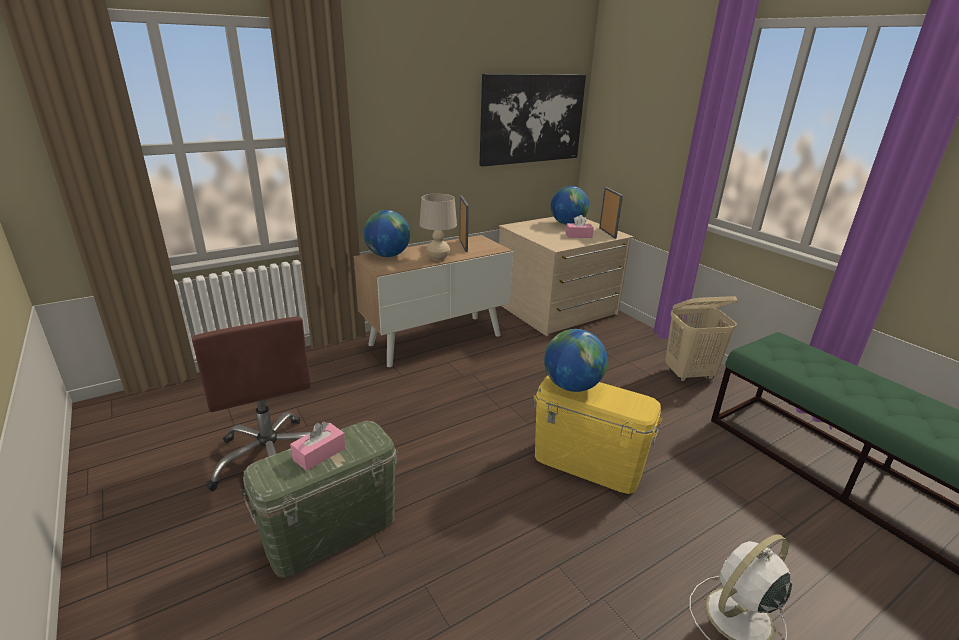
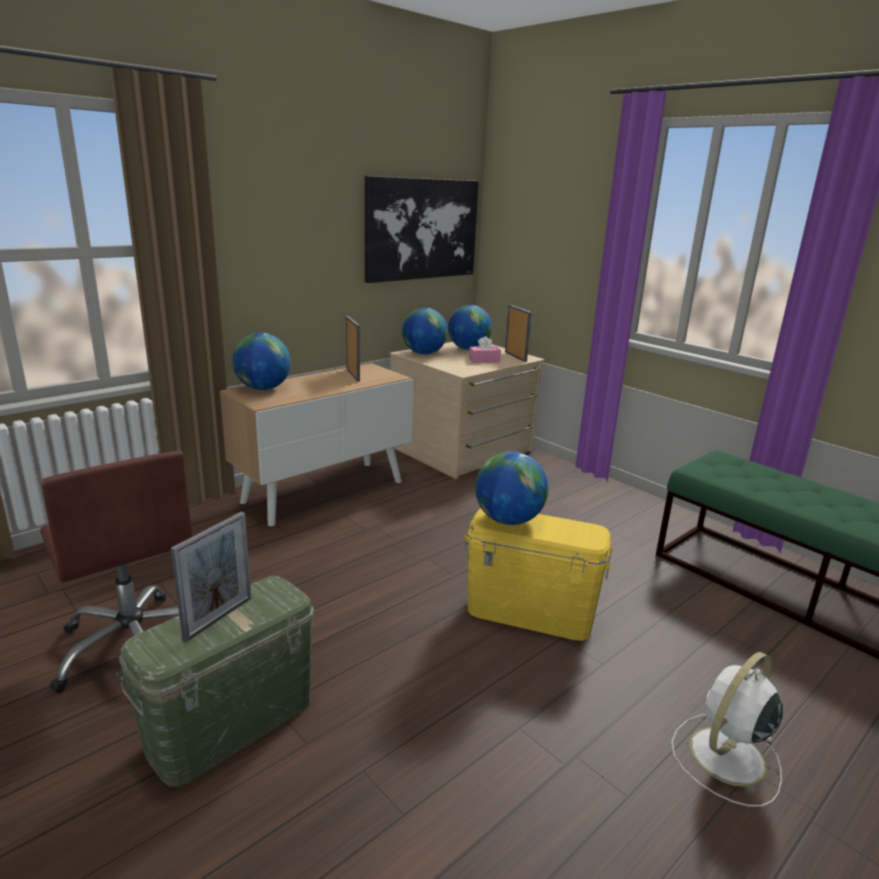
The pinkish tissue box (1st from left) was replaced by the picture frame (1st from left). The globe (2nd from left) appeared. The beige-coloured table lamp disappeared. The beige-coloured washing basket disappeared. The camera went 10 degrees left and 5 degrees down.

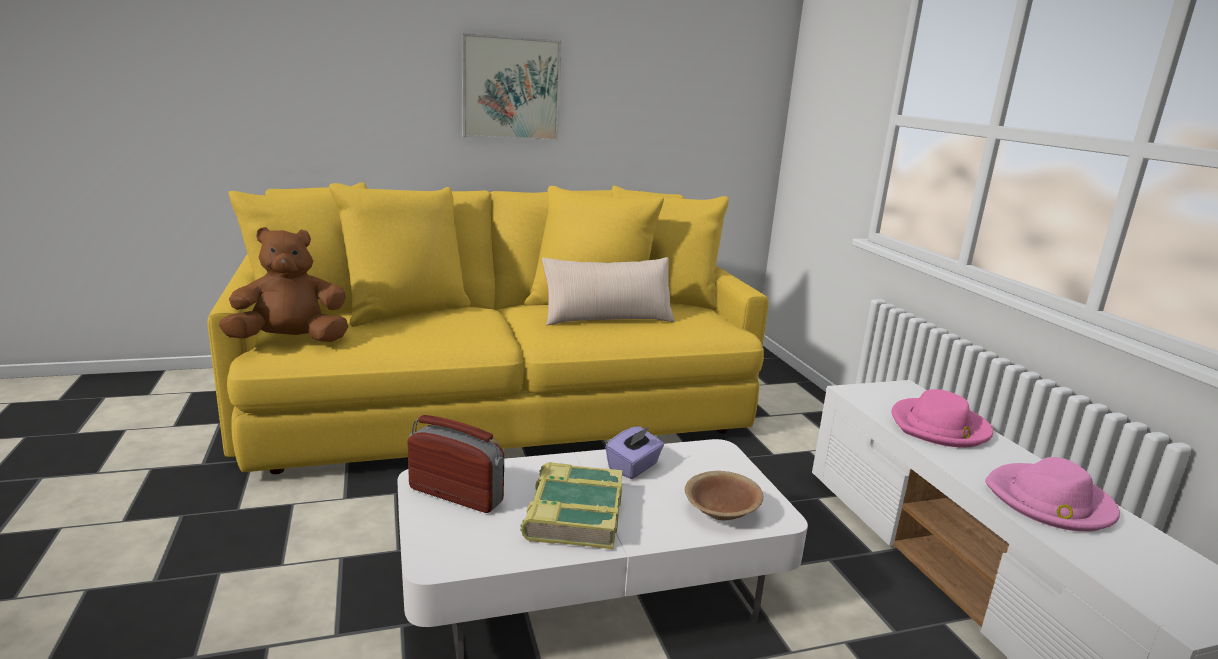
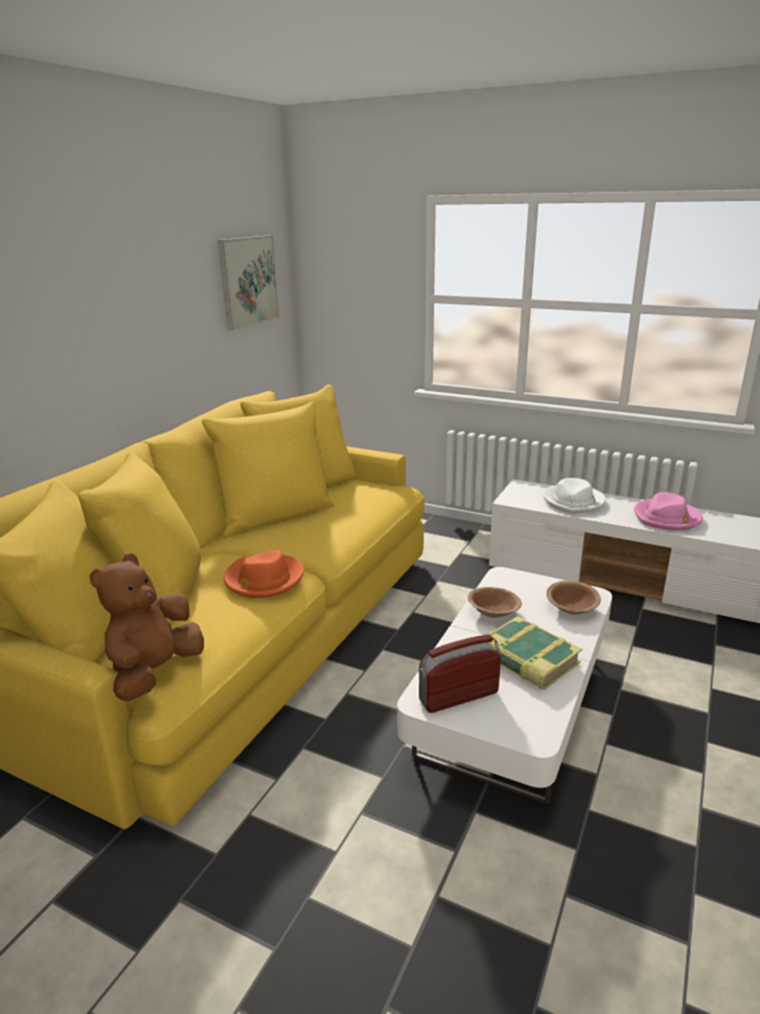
The wall art moved. The orange hat appeared. The purple tissue box was replaced by the brown serving bowl (1st from left). The pinkish hat (1st from left) became the whitish hat. The beige-coloured throw pillow disappeared. The camera went 45 degrees left and 5 degrees up.

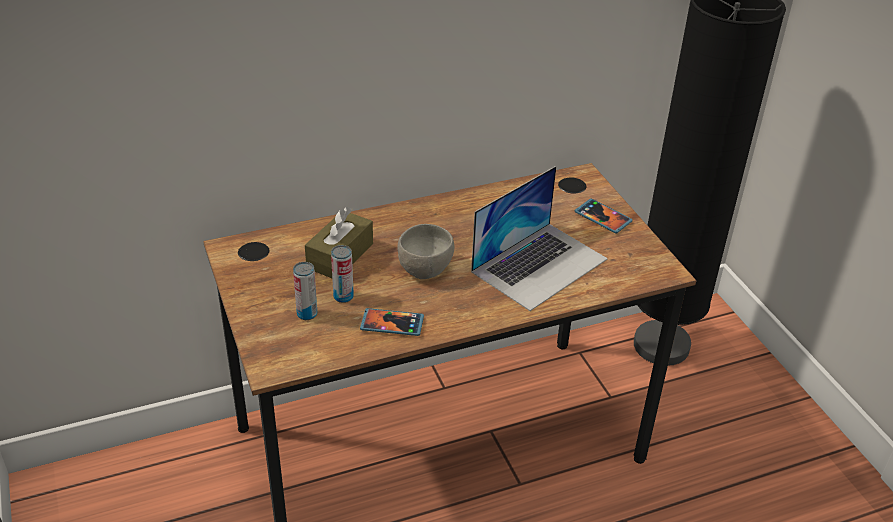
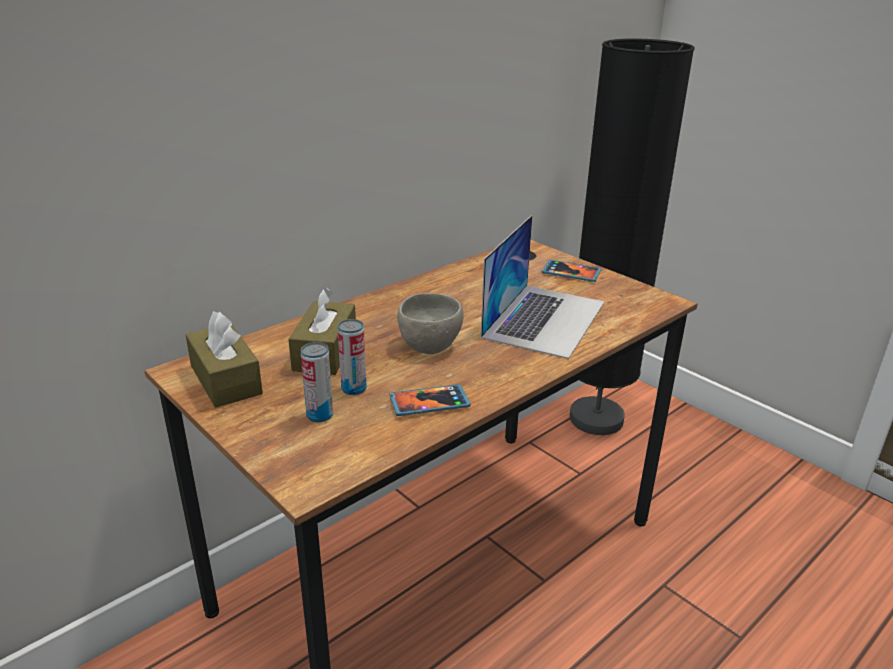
The brown tissue box (1st from left) appeared. The camera went 20 degrees left and 10 degrees down.

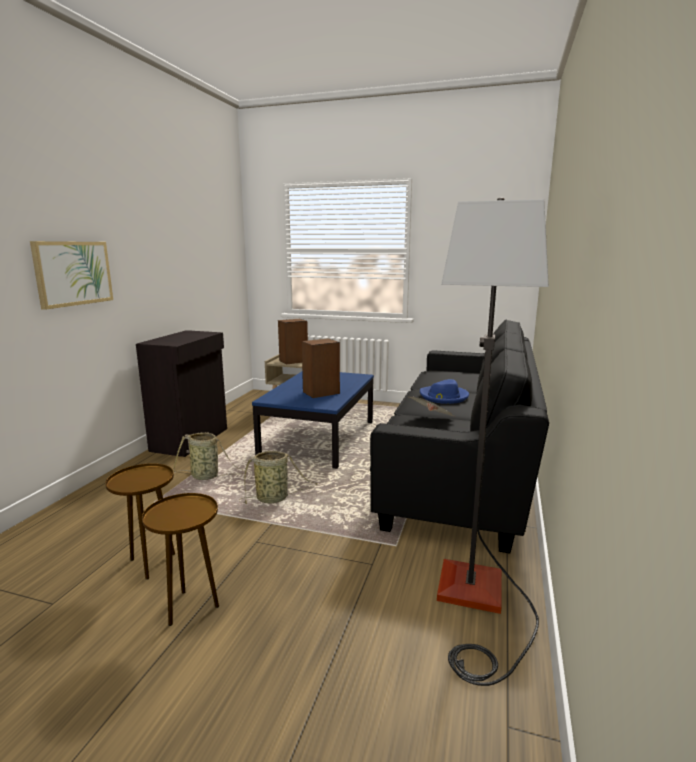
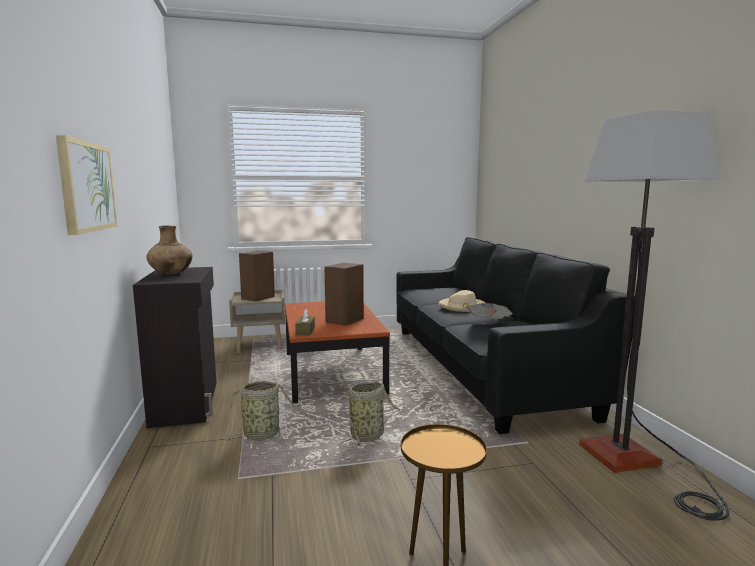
The brown flower vase appeared. The blue-coloured low table became the brown low table. The brown tissue box appeared. The blue-coloured hat became the beige-coloured hat. The brown end table (1st from left) disappeared. The camera went 30 degrees left and 5 degrees down.

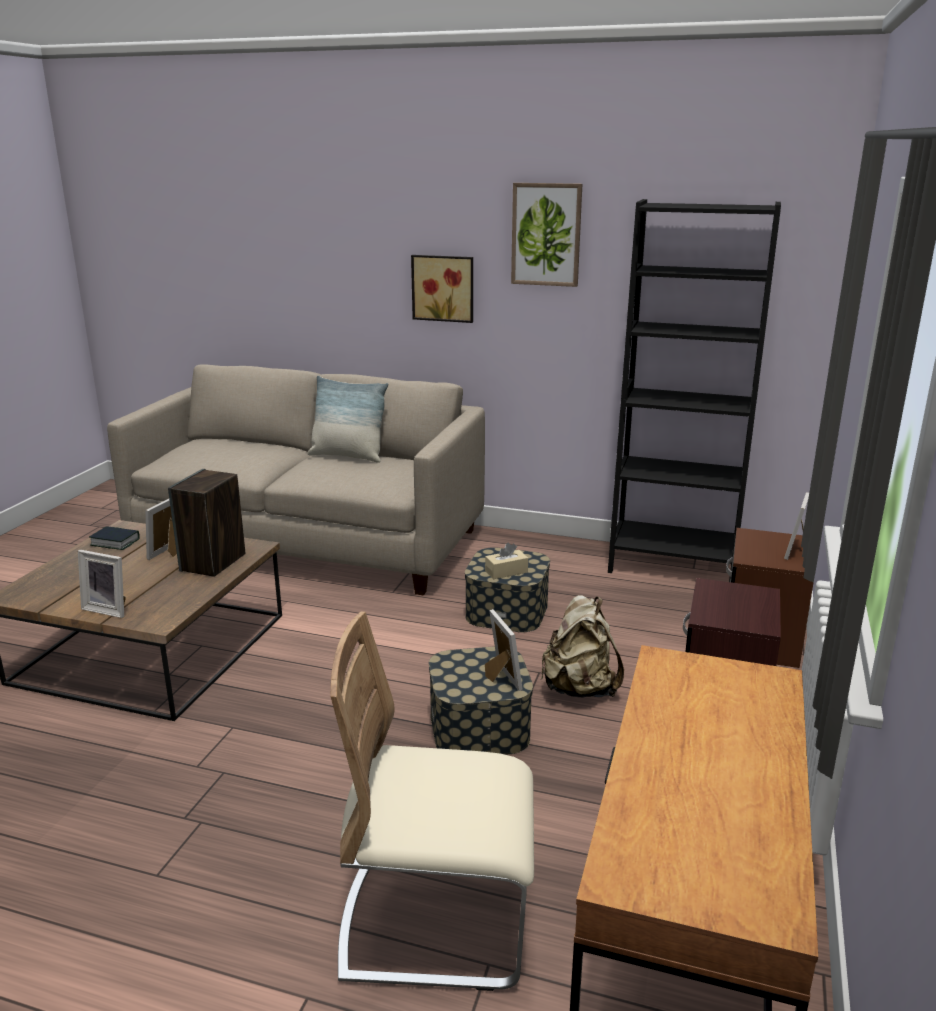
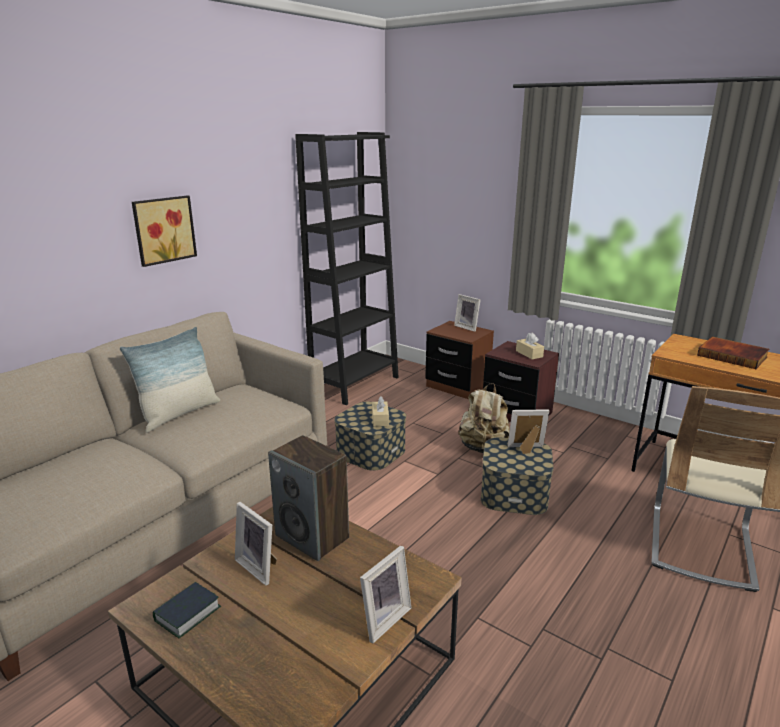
The beige-coloured tissue box (2nd from left) appeared. The bound book (2nd from left) appeared. The wall art (2nd from left) disappeared. The camera went 70 degrees left and 0 degrees up.

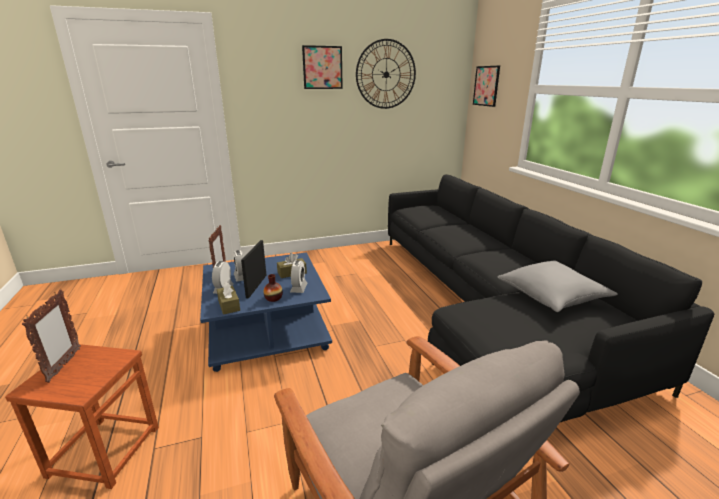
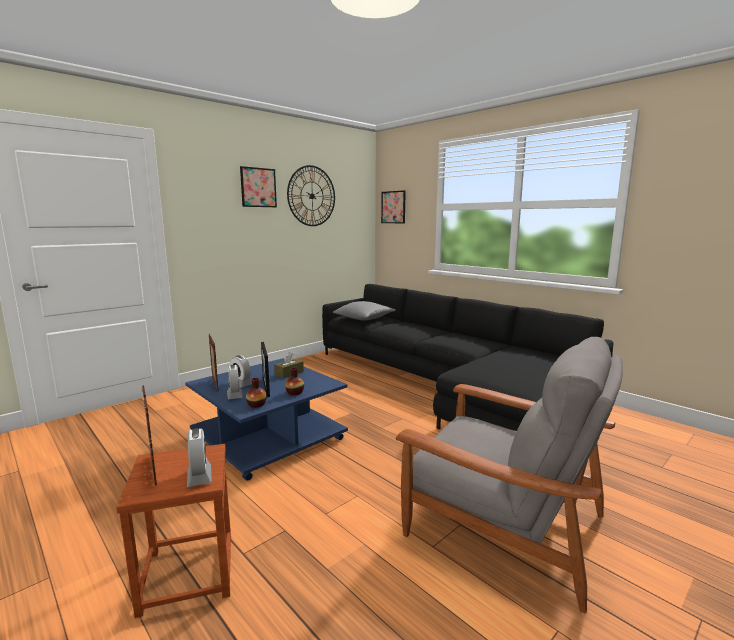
The alarm clock (3rd from left in the first image) moved. The brown tissue box (1st from left) was replaced by the flower vase (1st from left). The grey throw pillow moved. The camera went 25 degrees left and 10 degrees down.

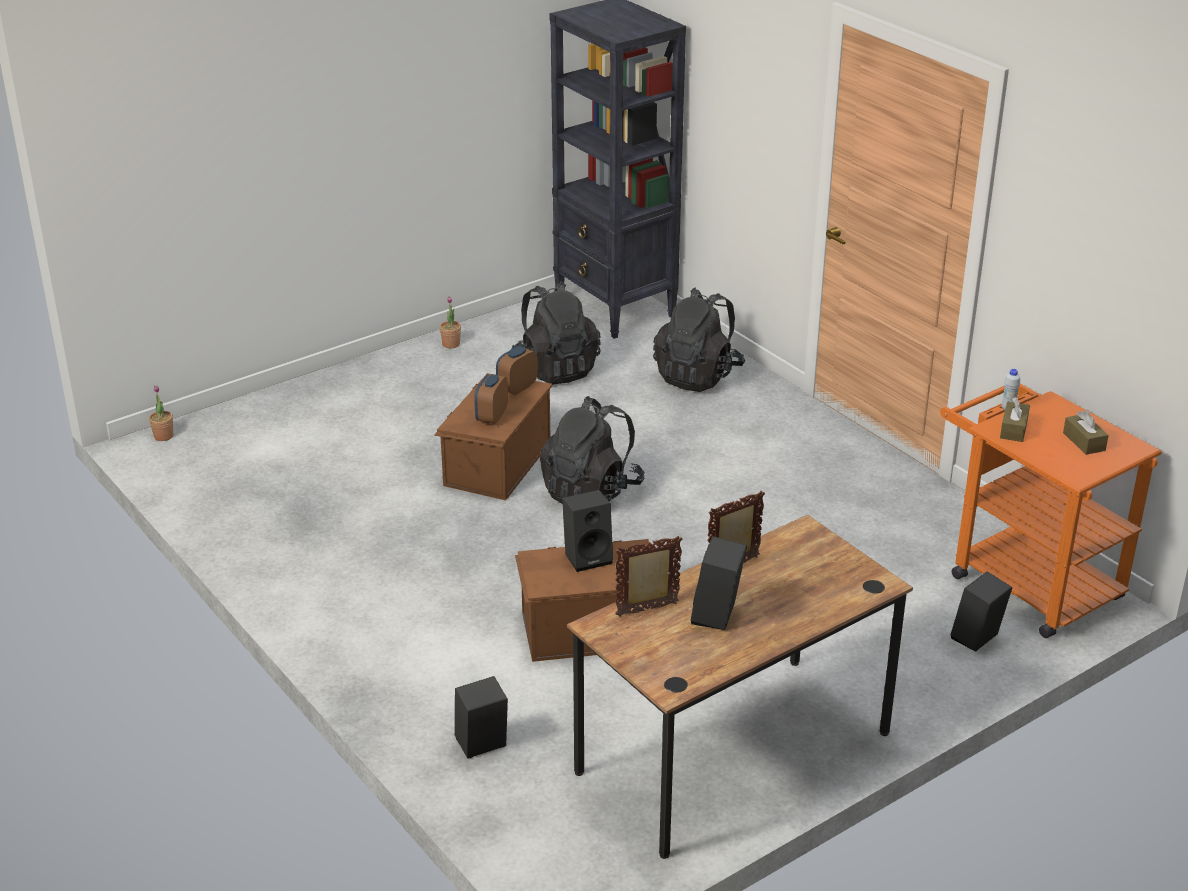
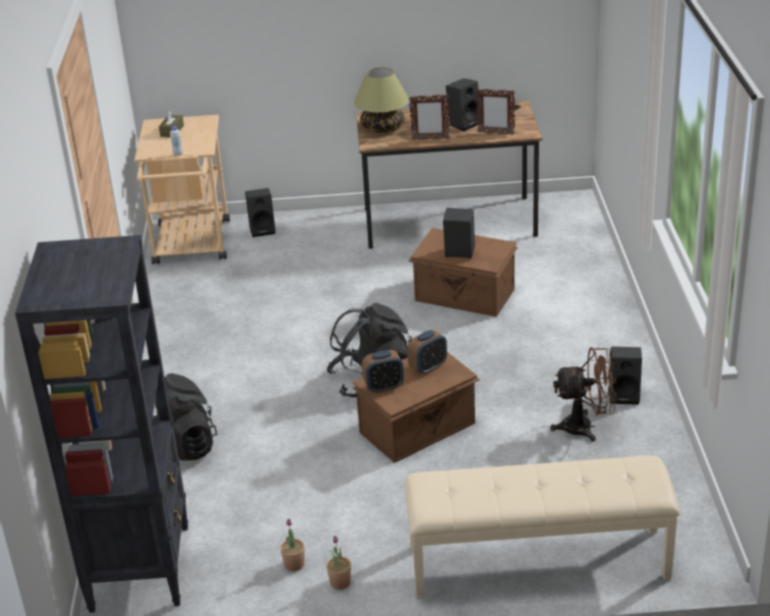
The orange cart became the beige-coloured cart. The houseplant (1st from left) moved. The table lamp appeared. The beige-coloured indoor bench appeared. The brown cooling fan appeared. The black speaker (1st from left in the first image) moved. The black backpack (1st from left) disappeared. The brown tissue box (1st from left) disappeared. The camera went 145 degrees left and 0 degrees up.

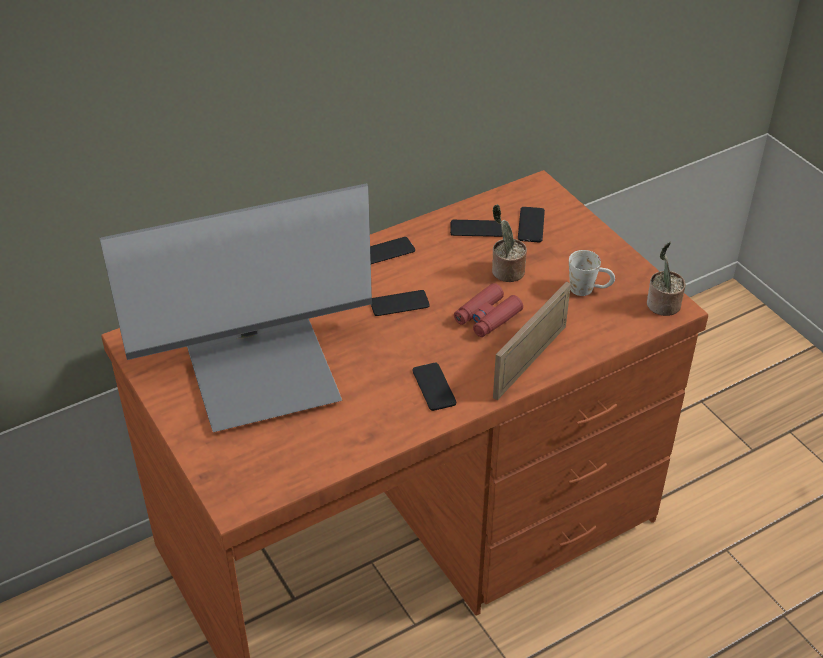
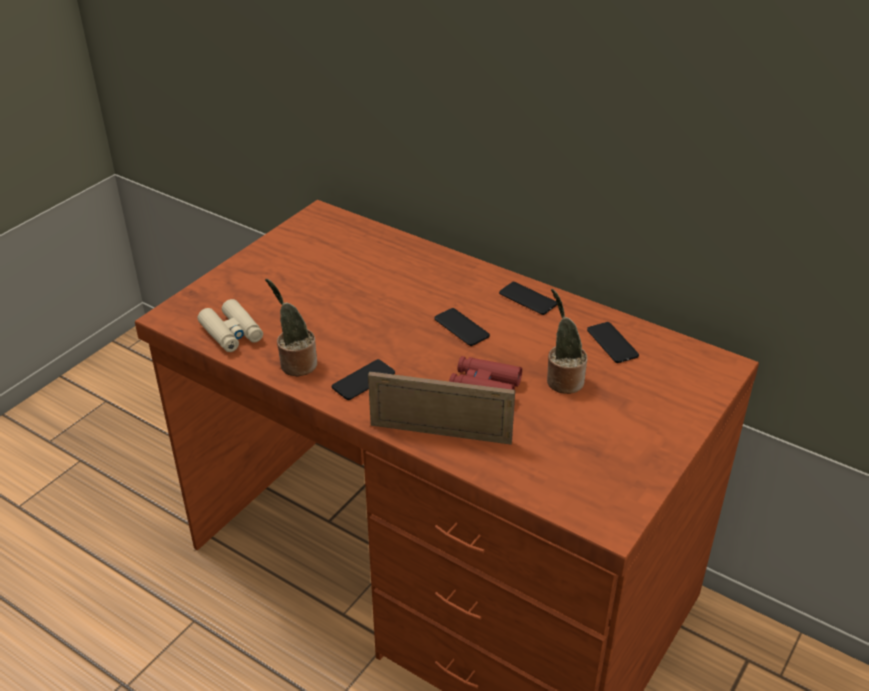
The beige-coloured binoculars appeared. The houseplant (2nd from left in the first image) moved. The computer display disappeared. The telephone (5th from left) disappeared. The whitish coffee mug disappeared. The camera went 65 degrees right and 5 degrees down.

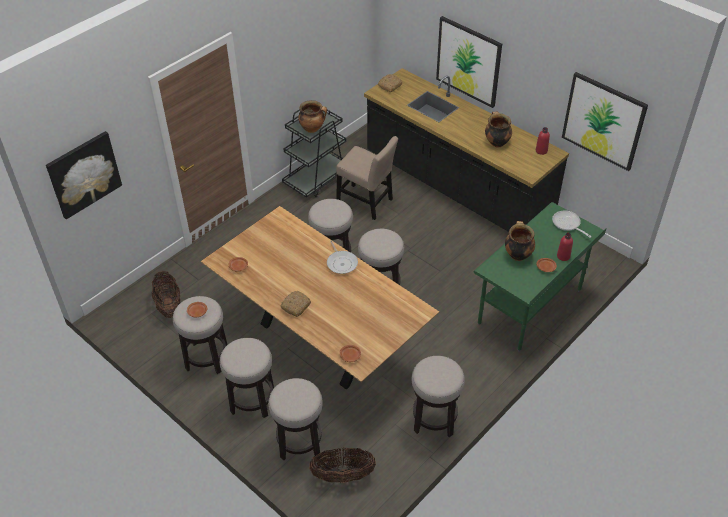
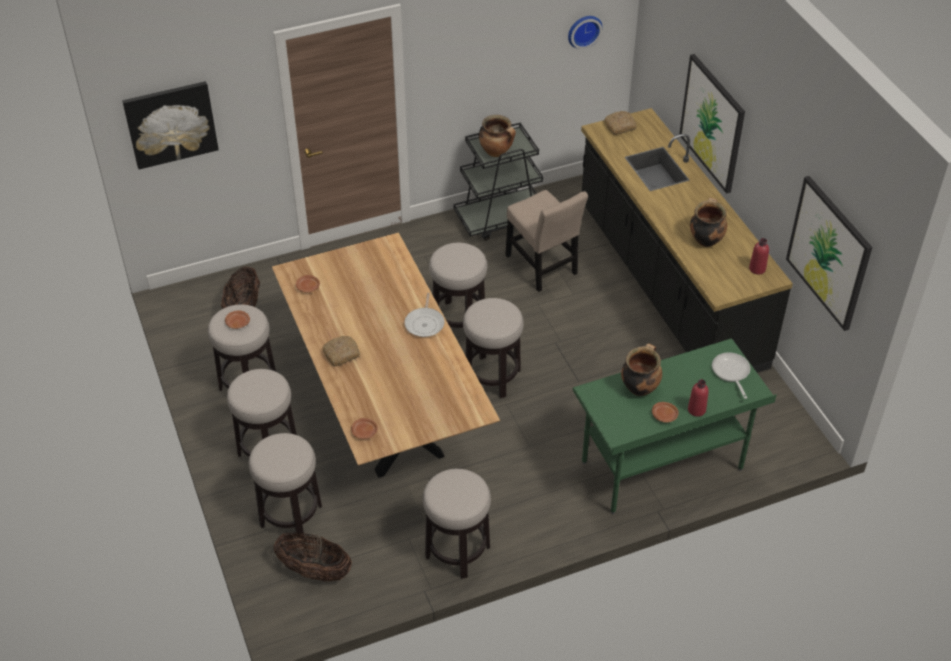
The clock on the wall appeared. The camera went 25 degrees right and 0 degrees up.

